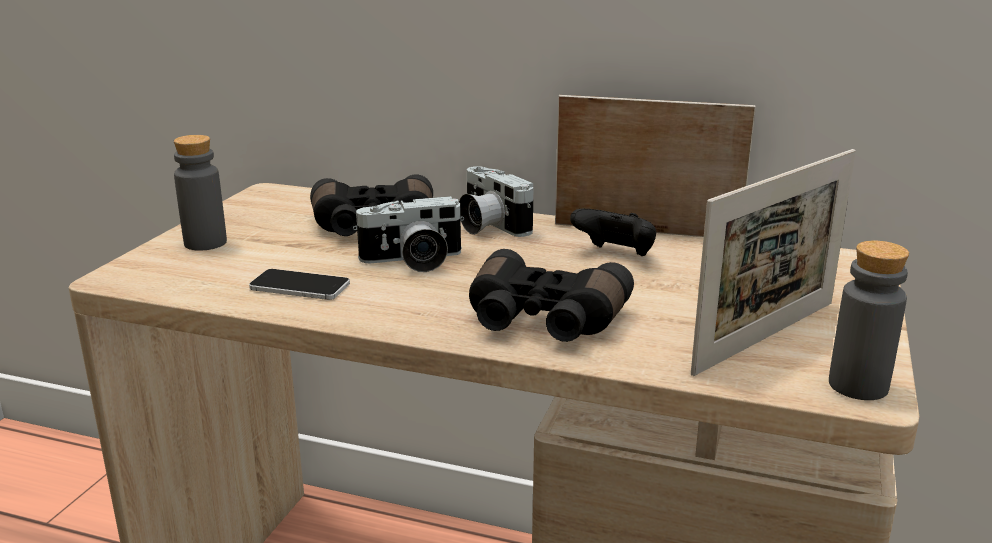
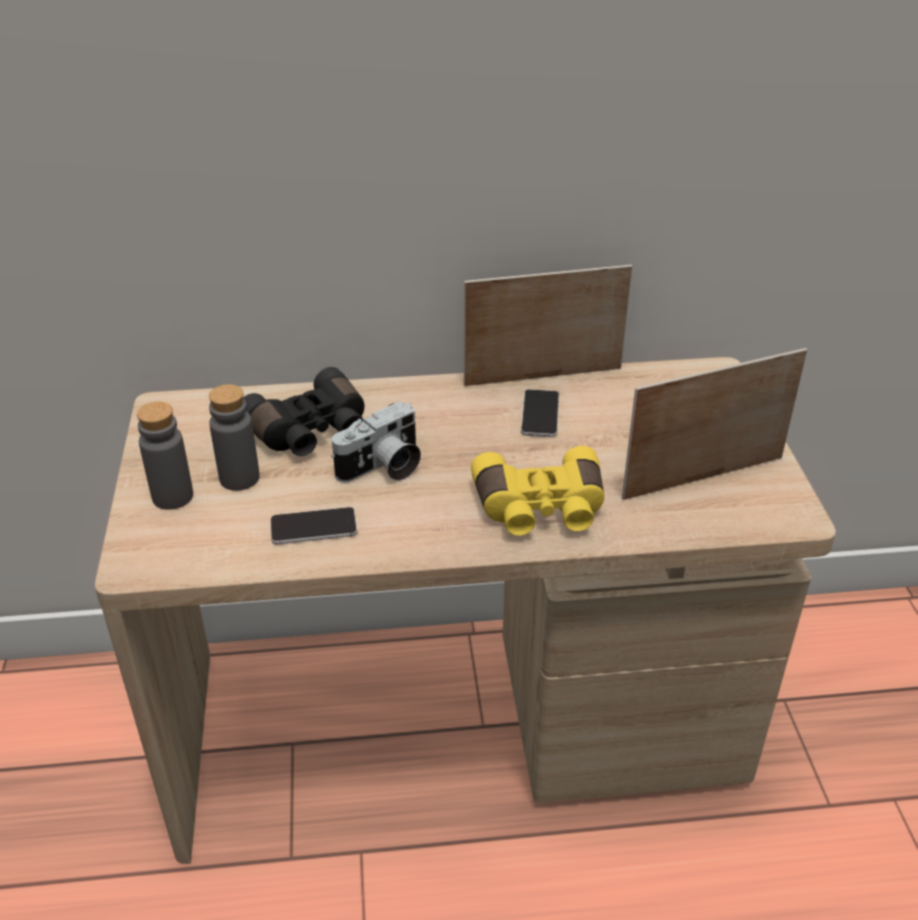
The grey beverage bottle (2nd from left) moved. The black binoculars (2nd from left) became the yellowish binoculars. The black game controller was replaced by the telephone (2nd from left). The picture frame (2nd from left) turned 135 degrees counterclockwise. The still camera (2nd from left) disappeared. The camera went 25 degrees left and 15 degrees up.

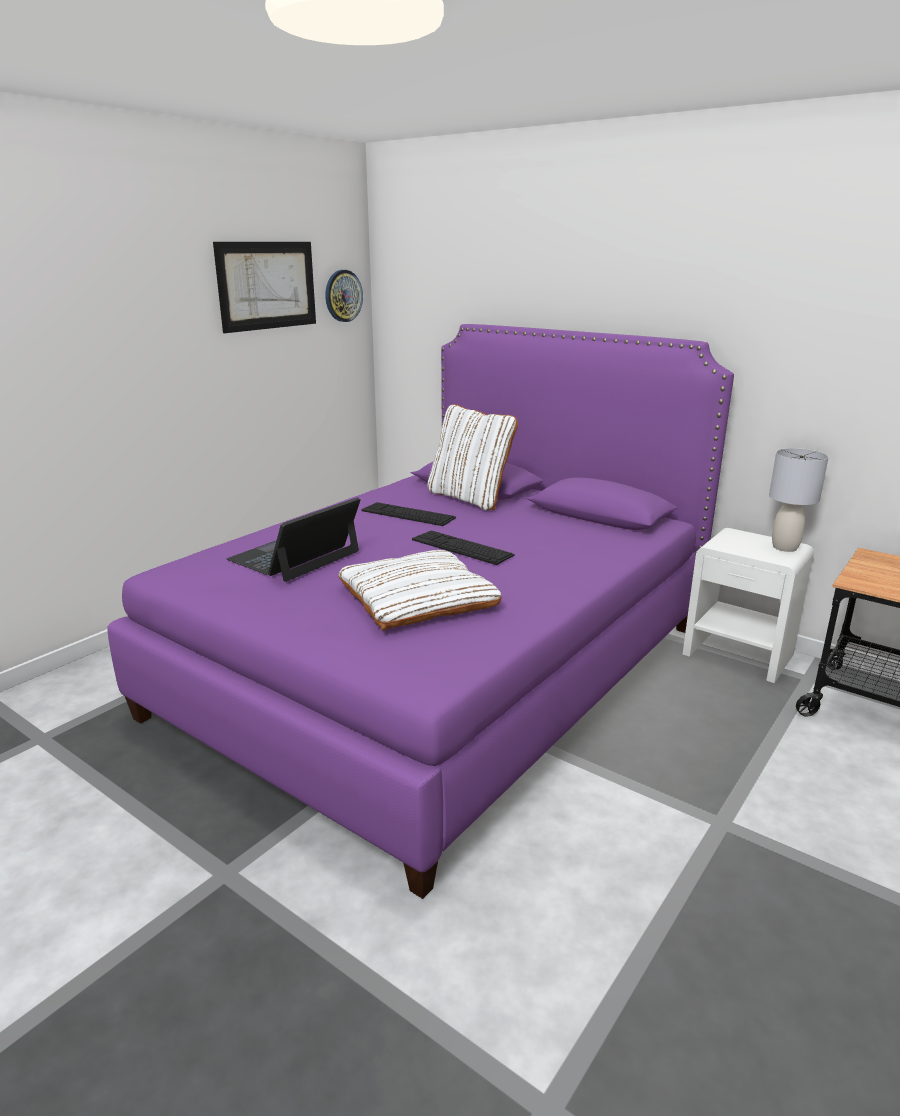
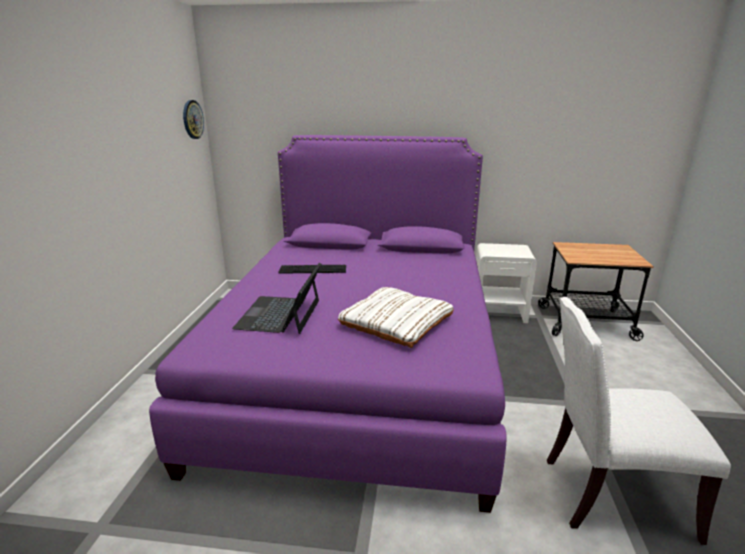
The whitish chair appeared. The wall art disappeared. The keyboard (2nd from left) disappeared. The whitish throw pillow (2nd from left) disappeared. The grey table lamp disappeared. The camera went 30 degrees left and 0 degrees up.

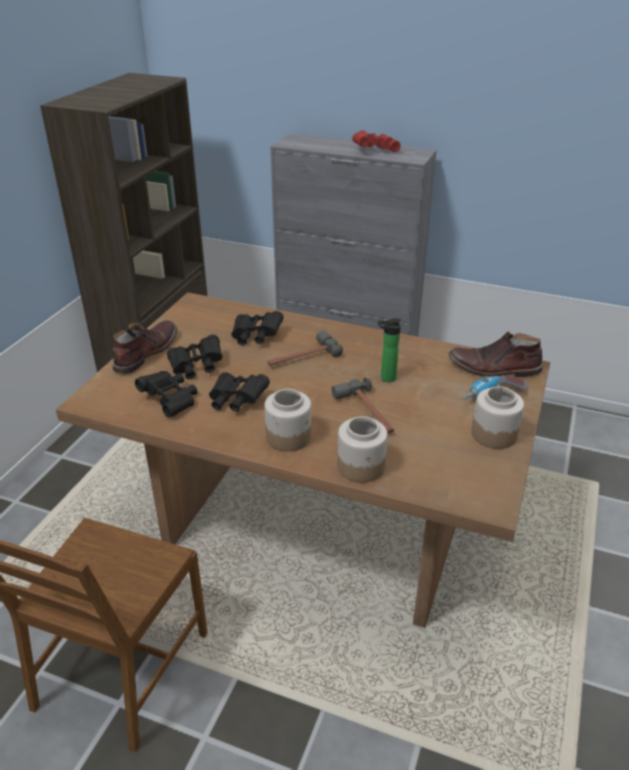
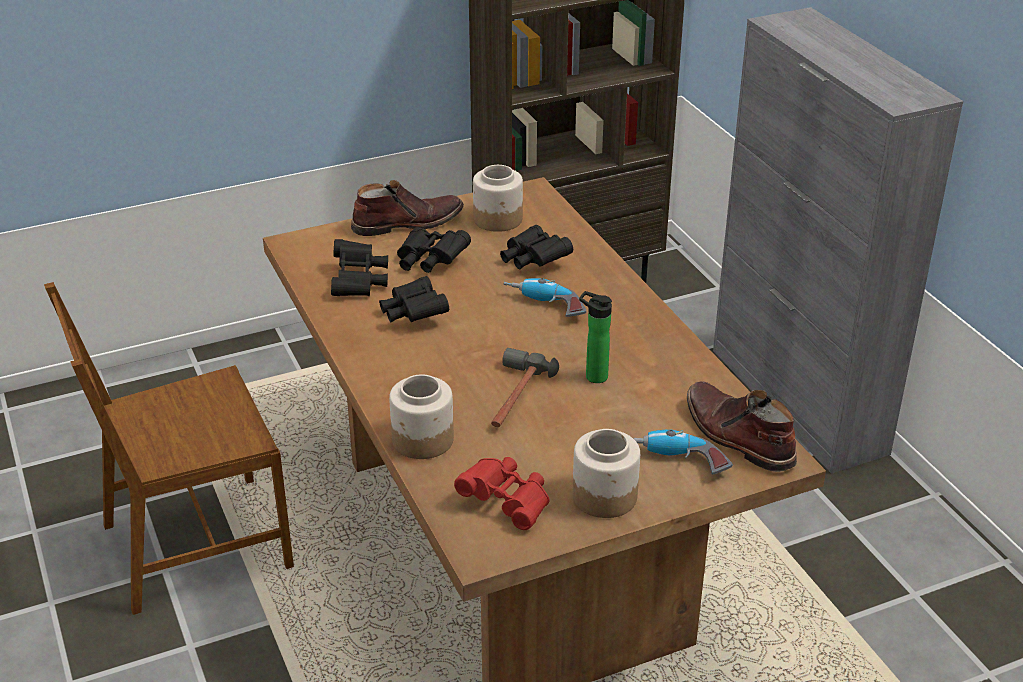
The red-coloured binoculars moved. The preserve jar (1st from left in the first image) moved. The tool hammer (1st from left) was replaced by the electric drill (1st from left). The camera went 45 degrees right and 0 degrees up.

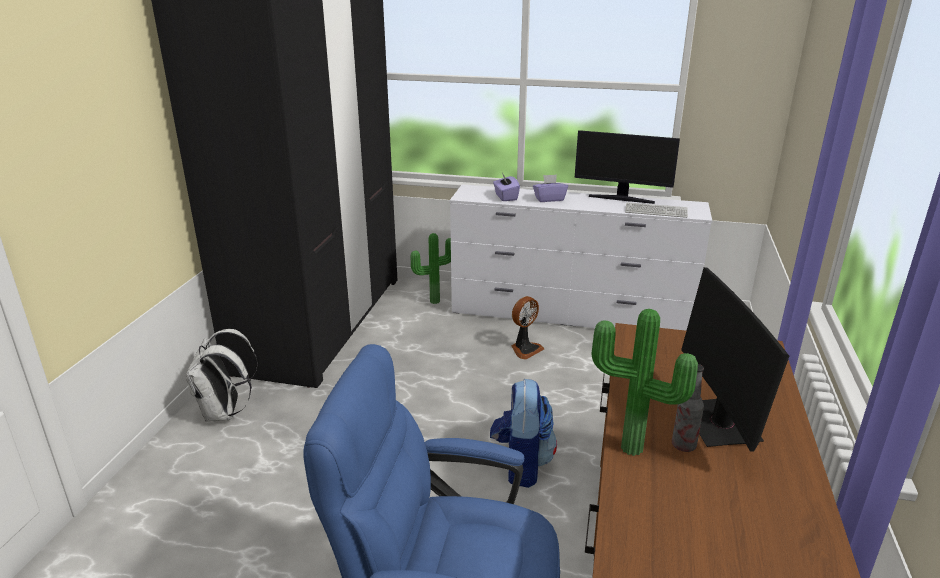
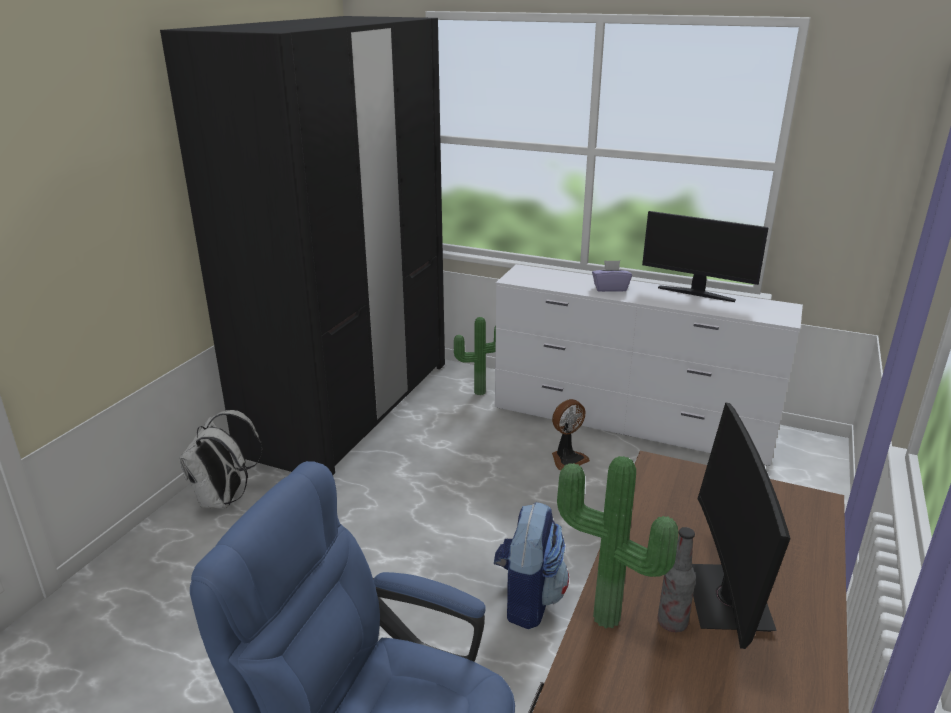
The purple tissue box (1st from left) disappeared. The keyboard disappeared. The camera went 10 degrees right and 0 degrees up.

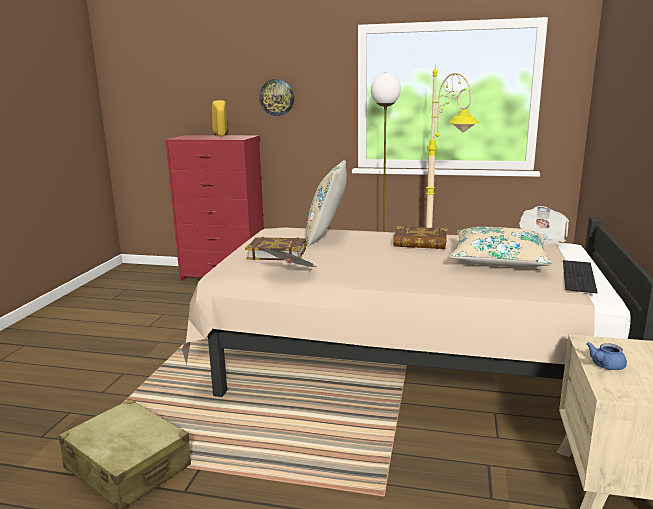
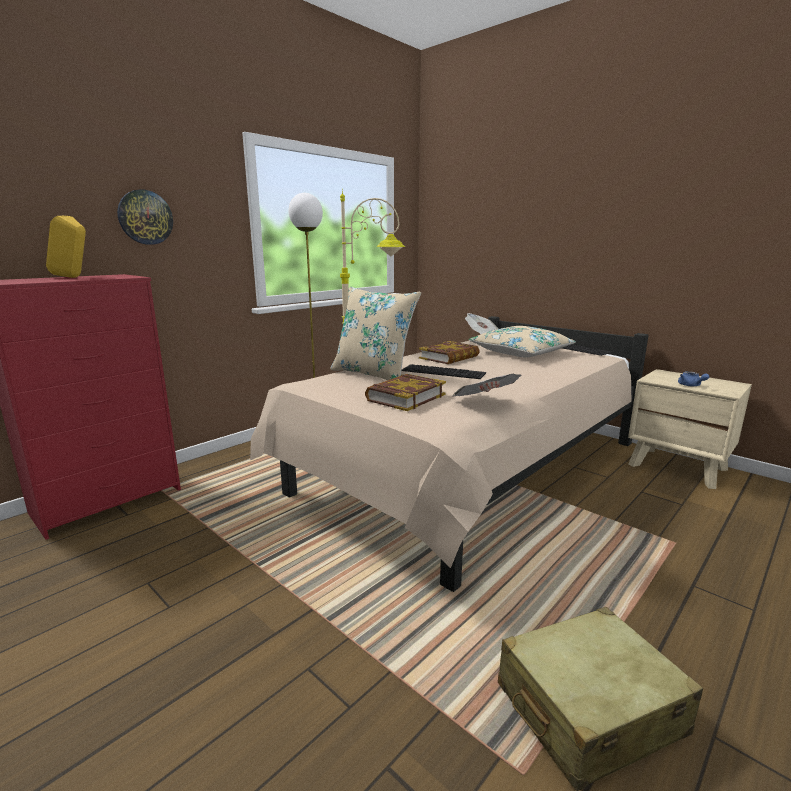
The keyboard (1st from left) appeared. The camera went 60 degrees left and 0 degrees up.

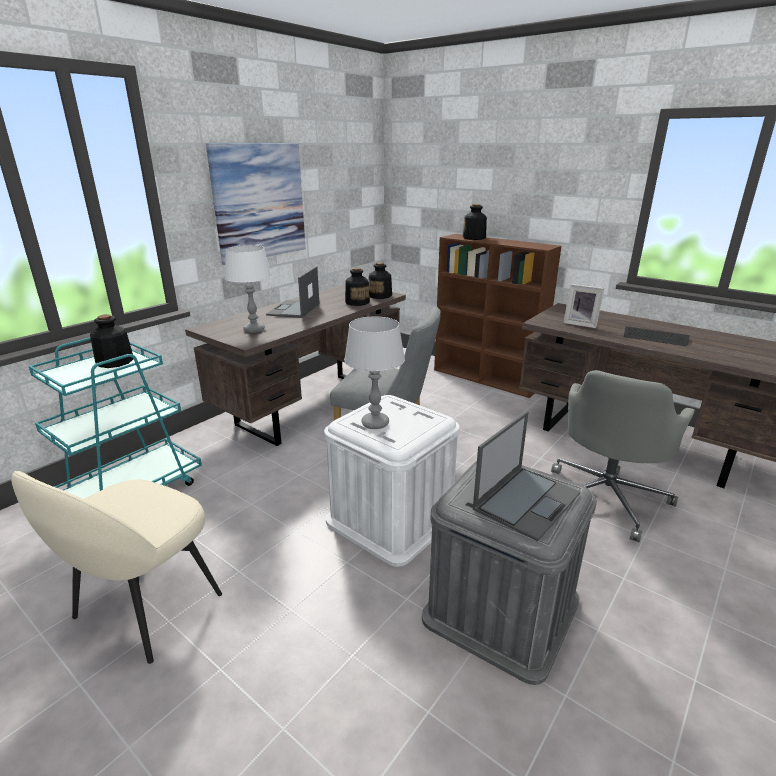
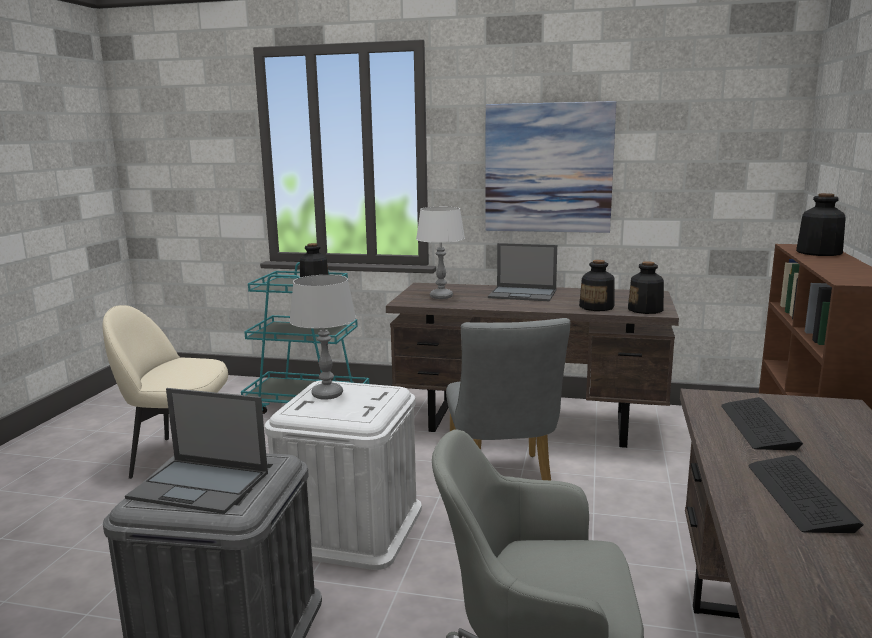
The portable computer (1st from left in the first image) turned 150 degrees counterclockwise. The picture frame was replaced by the keyboard (1st from left). The camera went 65 degrees right and 10 degrees down.

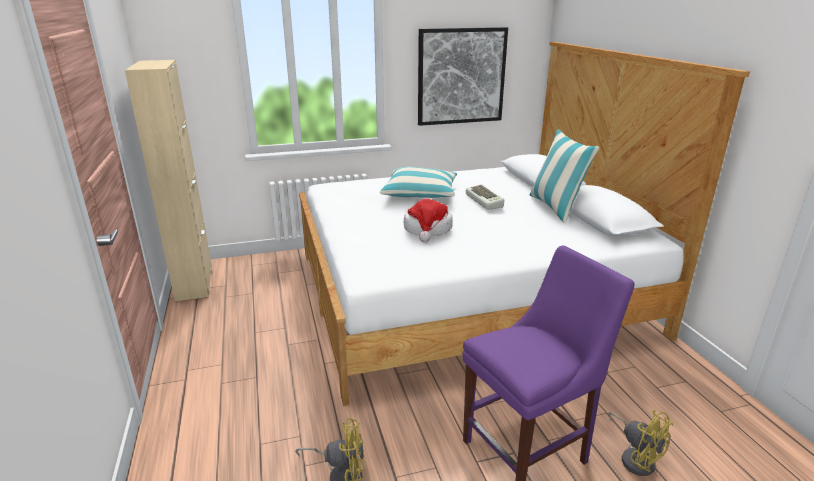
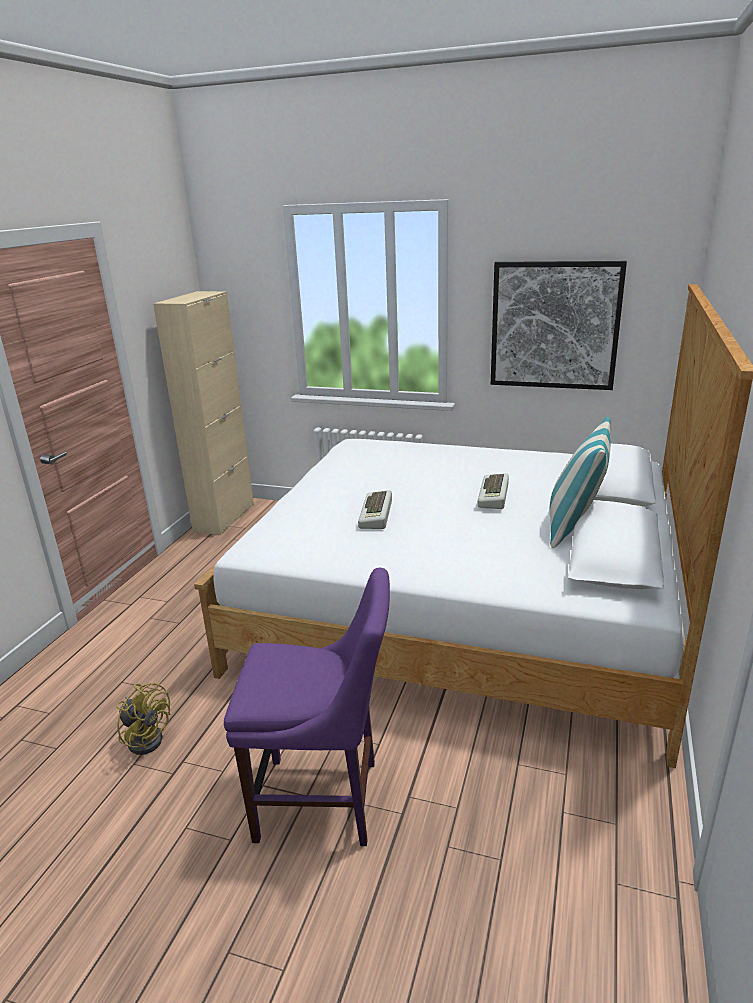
The hat was replaced by the keyboard (1st from left). The throw pillow (1st from left) disappeared. The yellowish cooling fan (2nd from left) disappeared. The camera went 35 degrees right and 0 degrees up.

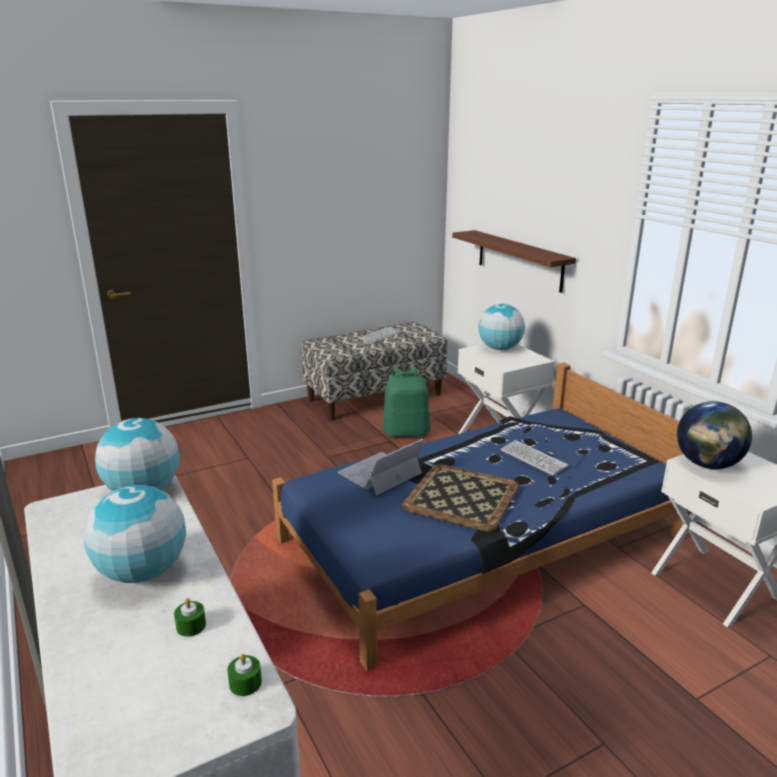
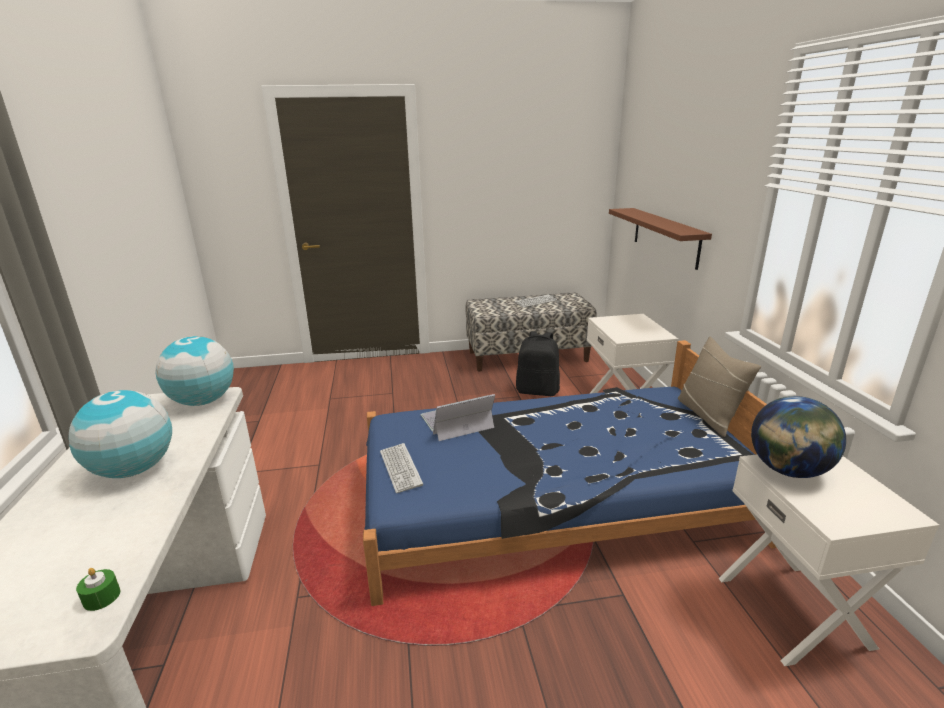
The keyboard (2nd from left in the first image) moved. The greenish backpack became the black backpack. The beige-coloured throw pillow appeared. The greenish wax light (1st from left) disappeared. The carrying tray disappeared. The globe (3rd from left) disappeared. The camera went 20 degrees right and 0 degrees up.

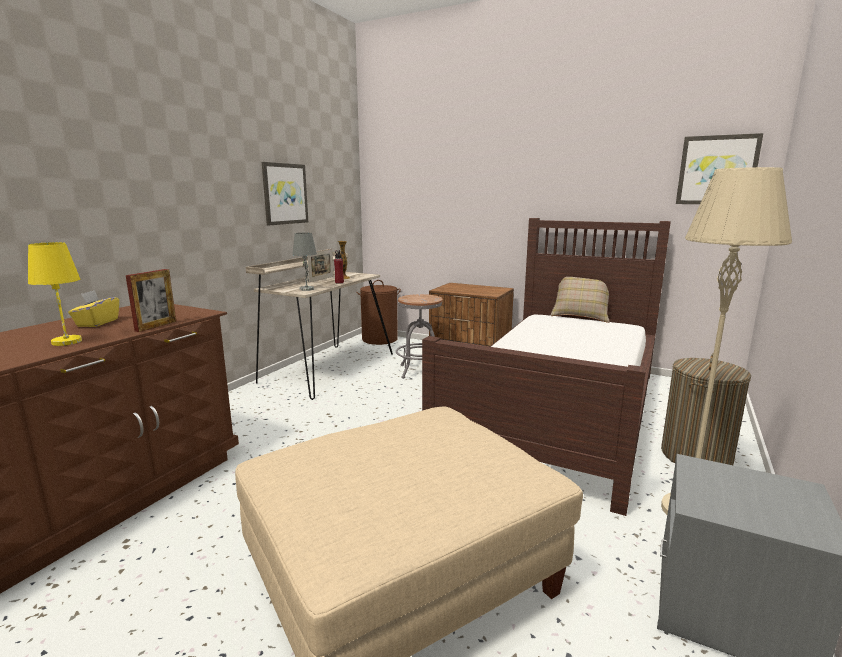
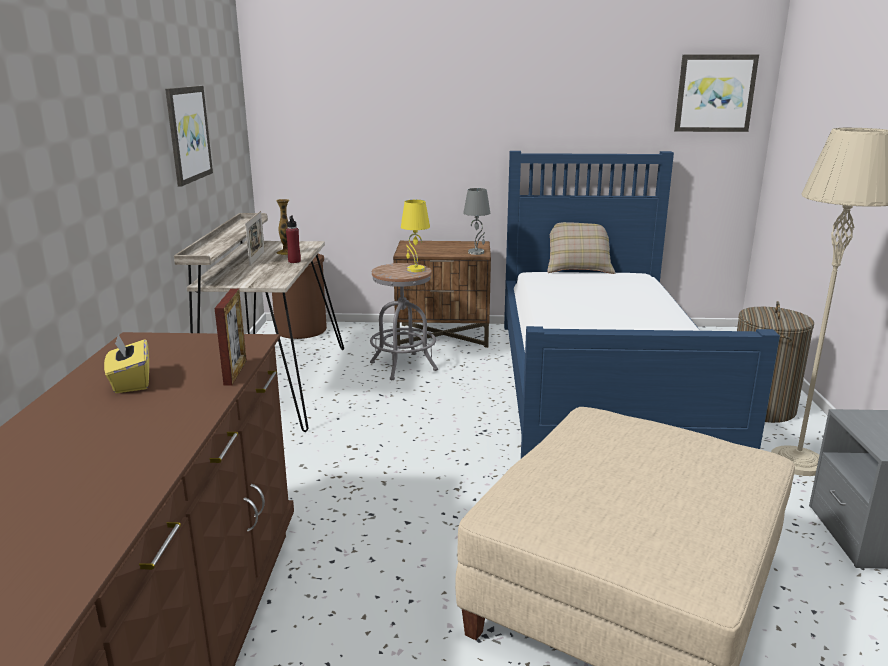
The yellowish table lamp moved. The grey table lamp moved. The brown bed became the blue-coloured bed. The camera went 25 degrees left and 5 degrees up.

